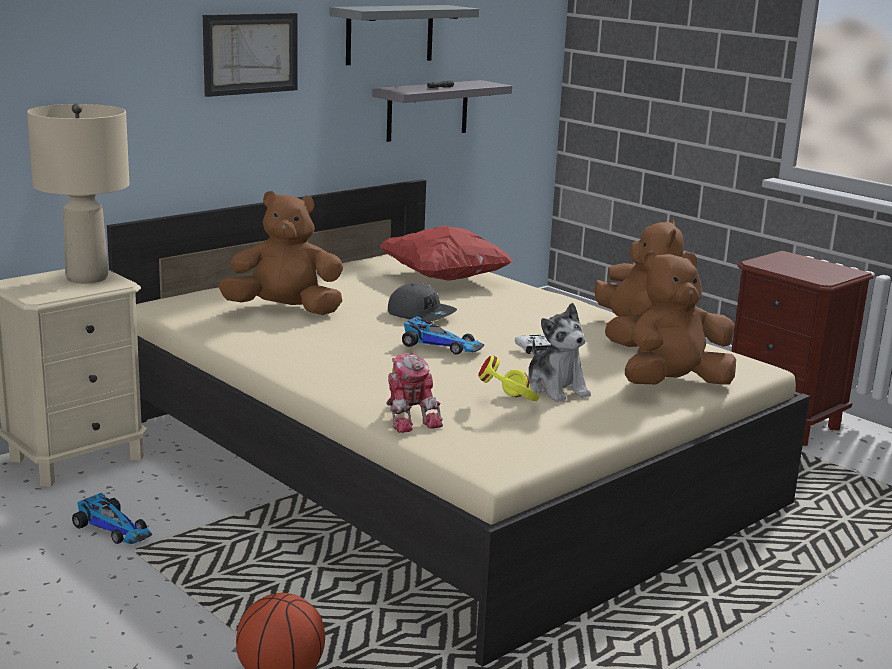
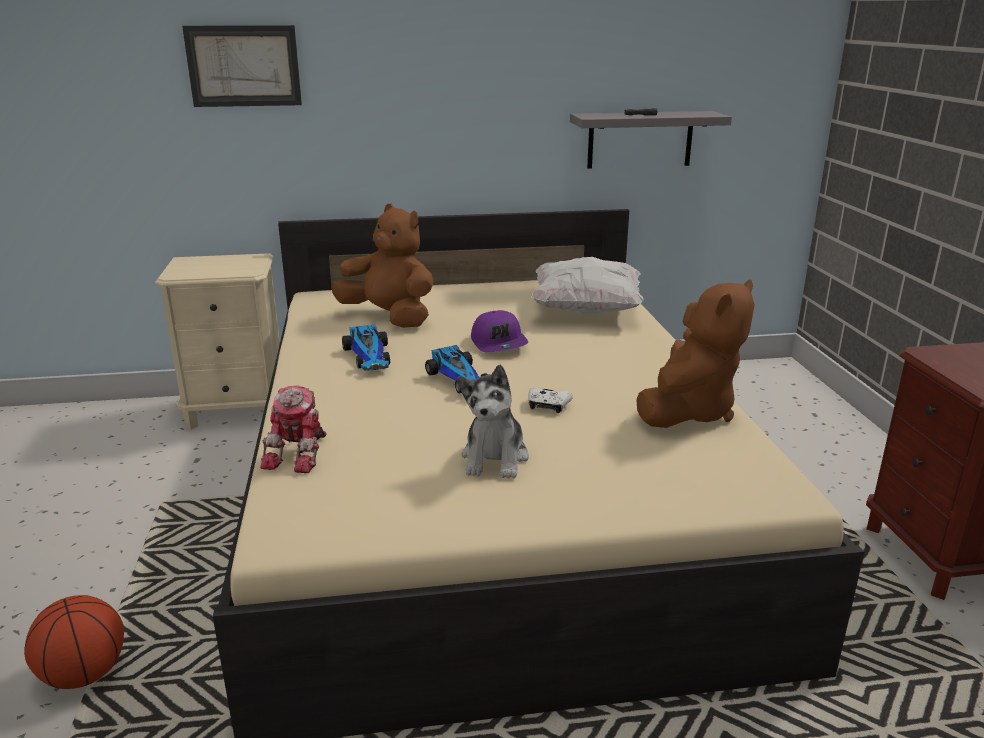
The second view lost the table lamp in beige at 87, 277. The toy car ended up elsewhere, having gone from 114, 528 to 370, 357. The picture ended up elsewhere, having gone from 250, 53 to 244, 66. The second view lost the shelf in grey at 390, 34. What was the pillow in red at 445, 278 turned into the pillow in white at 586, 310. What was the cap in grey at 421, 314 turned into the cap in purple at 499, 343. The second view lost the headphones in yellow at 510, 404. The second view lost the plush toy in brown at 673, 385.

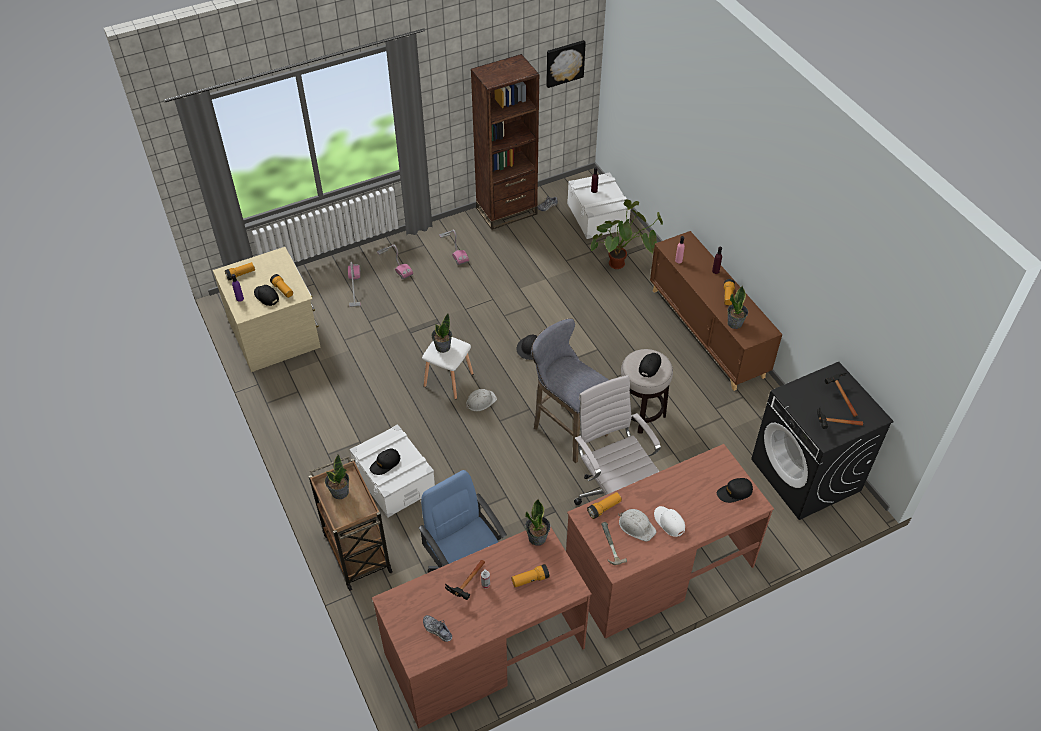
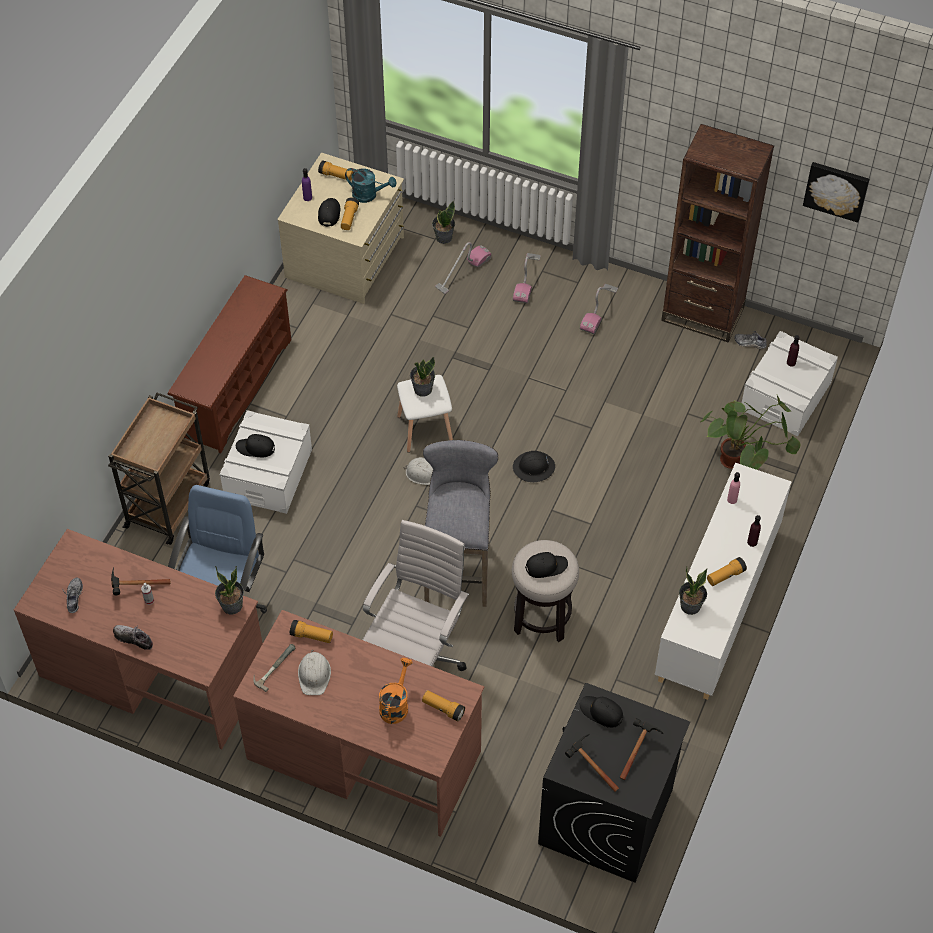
The potted plant ended up elsewhere, having gone from 339, 492 to 443, 237. The flashlight ended up elsewhere, having gone from 530, 579 to 443, 709. What was the cabinet in brown at 707, 333 turned into the cabinet in white at 717, 606. The second view lost the cap in white at 669, 522. The cap in black ended up elsewhere, having gone from 734, 492 to 601, 712. The second view gained the shoe at 133, 639. The second view gained the shoe rack in brown at 236, 387. The second view gained the watering can in turquoise at 369, 195. The second view gained the watering can in orange at 395, 704.

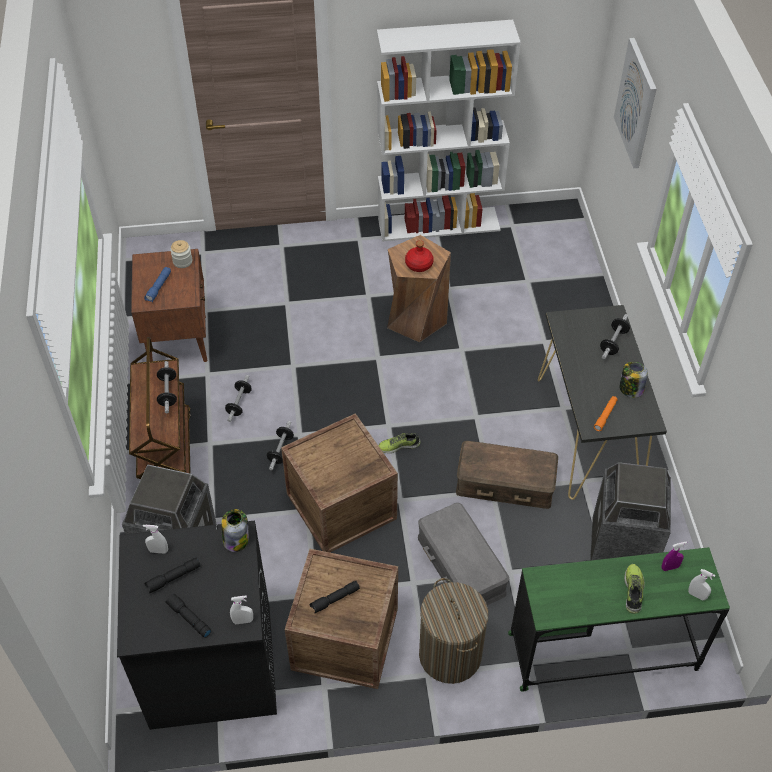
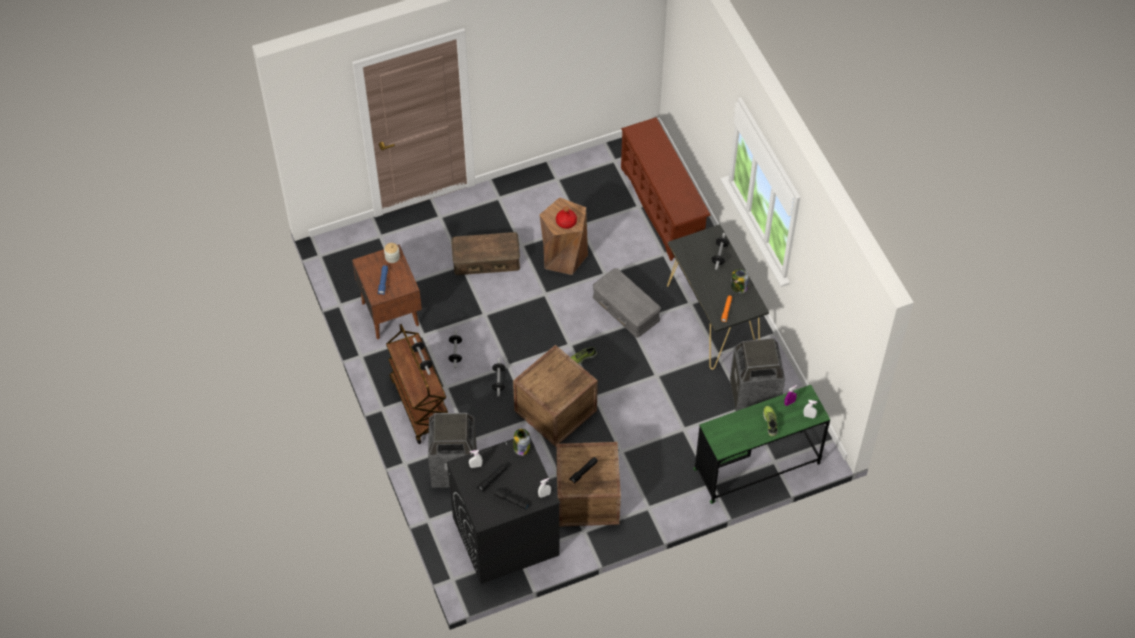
The second view lost the bookcase in white at 439, 224. The storage box in grey ended up elsewhere, having gone from 462, 565 to 626, 308. The second view lost the laundry basket at 450, 654. The storage box in brown ended up elsewhere, having gone from 505, 483 to 486, 260. The second view lost the picture at 636, 103. The second view gained the shoe rack in brown at 663, 208.

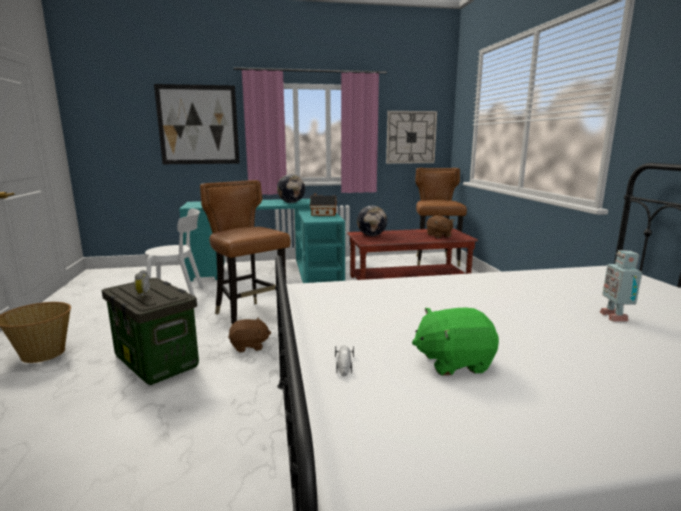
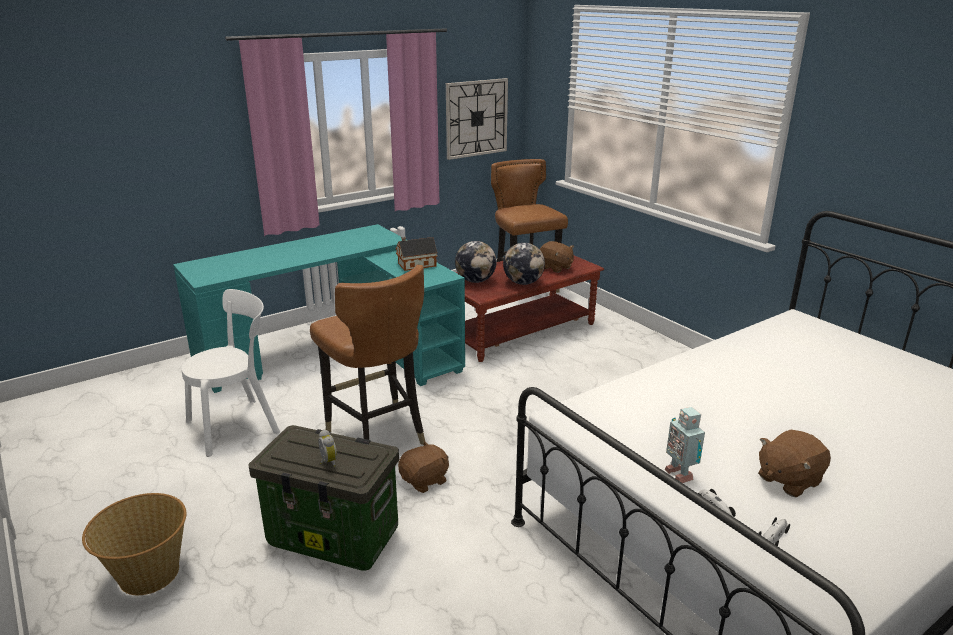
The second view lost the picture at 198, 125. The chair in brown at 249, 316 ended up facing another way, 150 degrees counterclockwise from before. The globe ended up elsewhere, having gone from 291, 202 to 523, 283. What was the plush toy in green at 453, 362 turned into the plush toy in brown at 788, 479. The toy robot ended up elsewhere, having gone from 615, 317 to 680, 474. The second view gained the toy car at 773, 536.

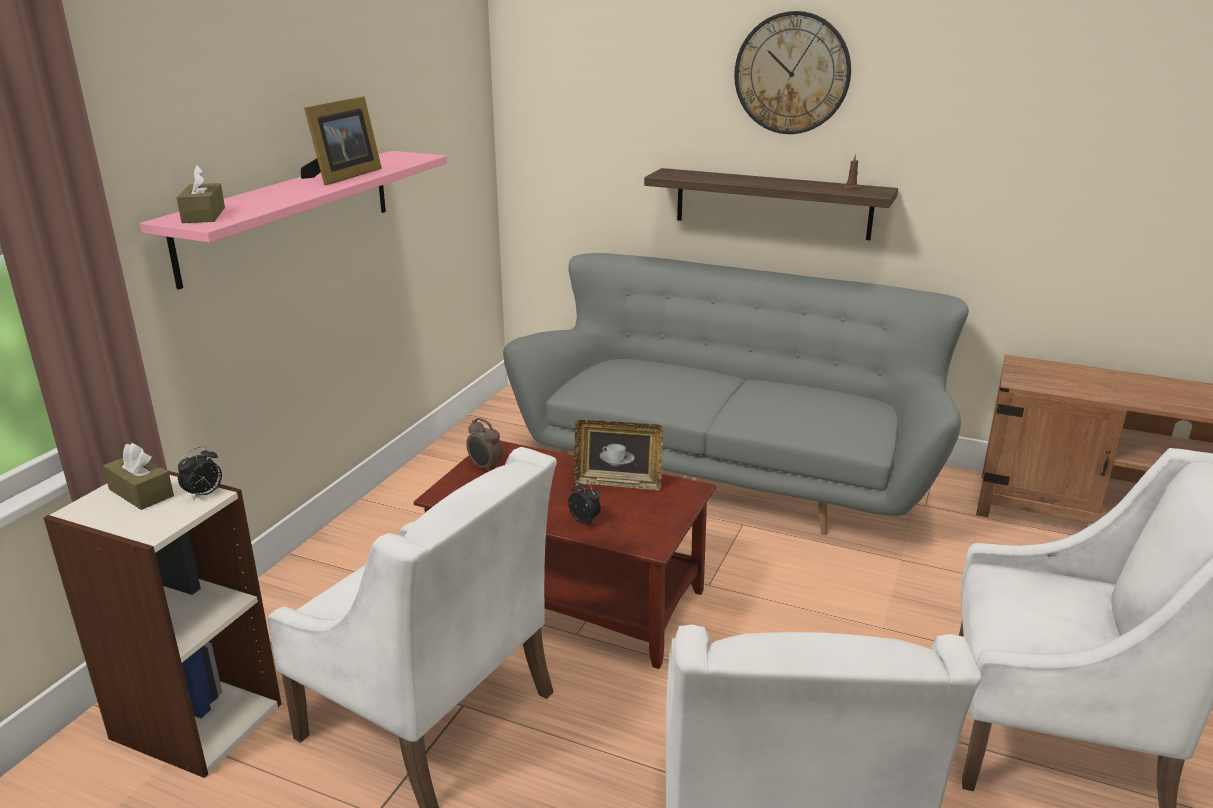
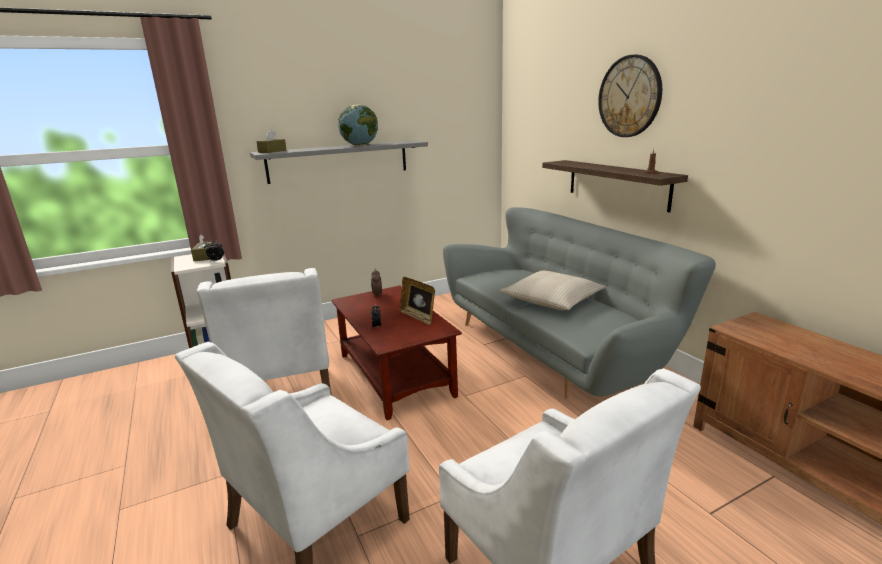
What was the shelf in pink at 289, 213 turned into the shelf in grey at 339, 161. Where the picture frame stood at 343, 176, the globe came to stand at 360, 145. The second view gained the pillow in beige at 552, 300.

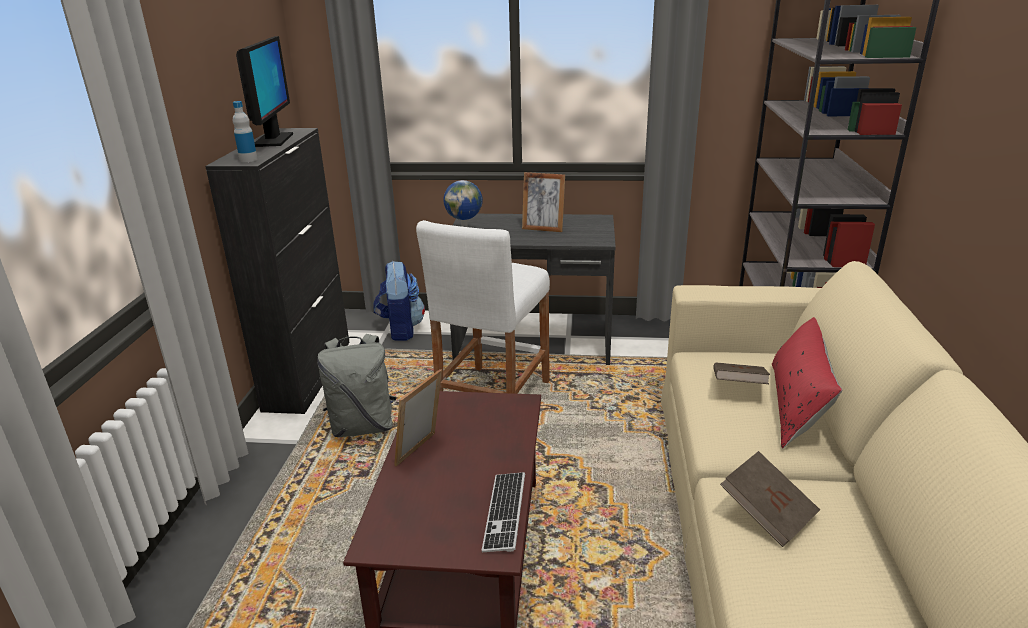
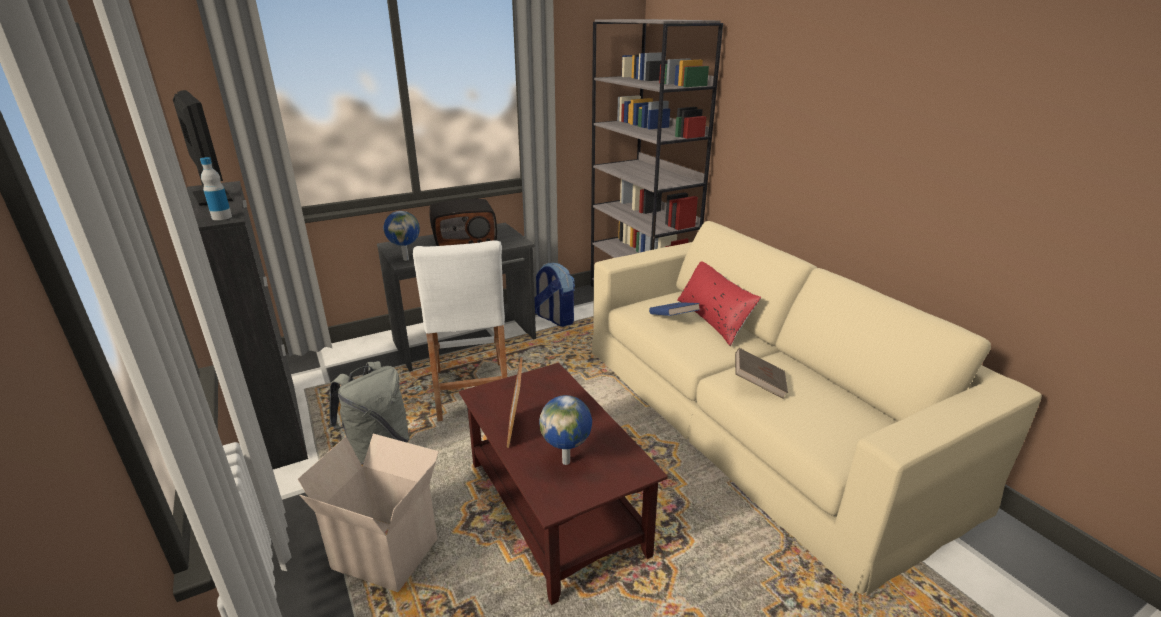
The backpack ended up elsewhere, having gone from 400, 329 to 554, 319. The second view lost the keyboard at 504, 512. Where the picture frame stood at 543, 228, the radio came to stand at 465, 242. What was the book in brown at 738, 387 turned into the book in blue at 673, 319. The second view gained the cardboard box at 388, 552. The second view gained the globe at 567, 461.

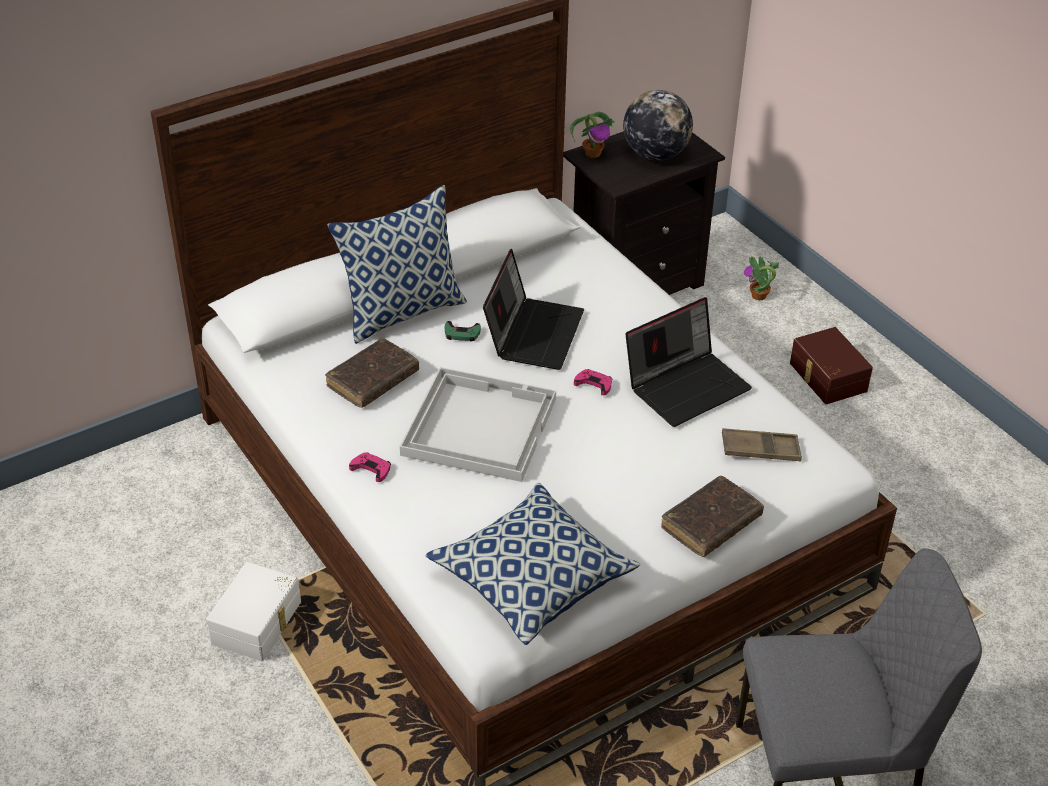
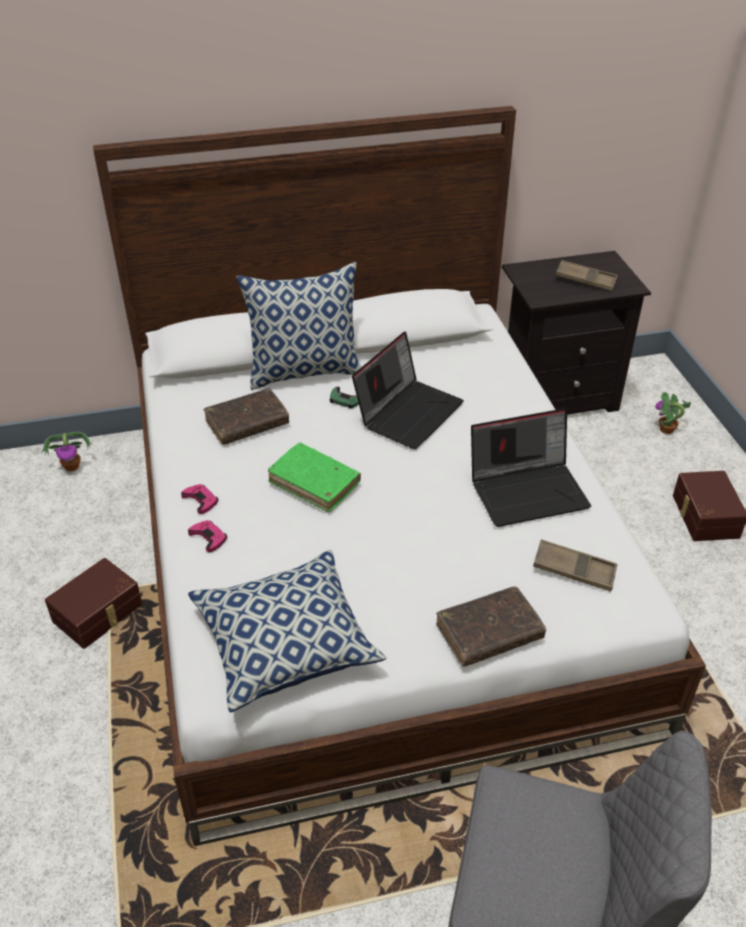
What was the storage box in white at 258, 623 turned into the storage box in brown at 99, 614. Where the tray in white stood at 478, 425, the book in green came to stand at 314, 483. The potted plant ended up elsewhere, having gone from 593, 153 to 72, 466. The game controller in pink ended up elsewhere, having gone from 594, 384 to 208, 537. Where the globe stood at 655, 155, the tray in brown came to stand at 585, 280.

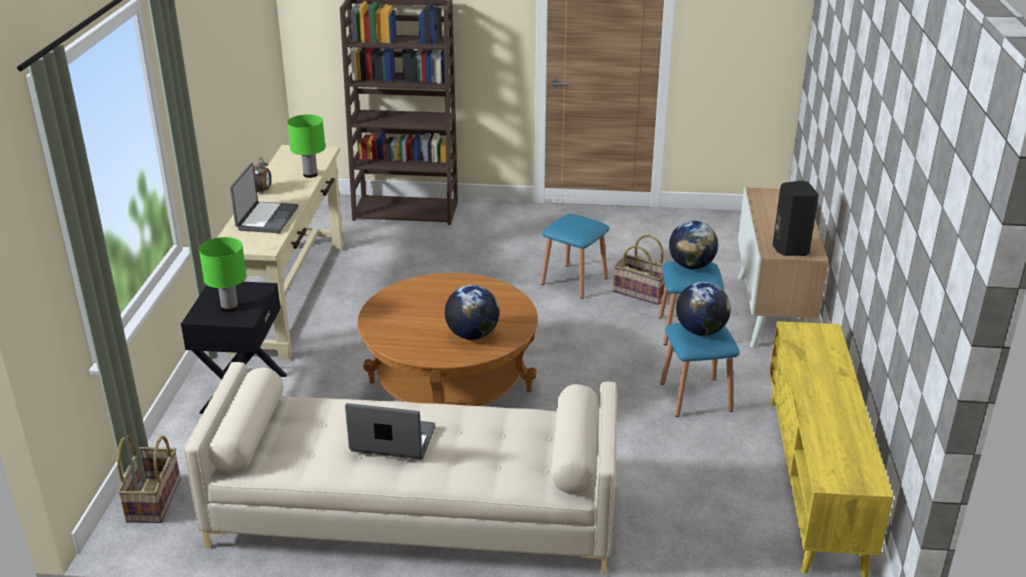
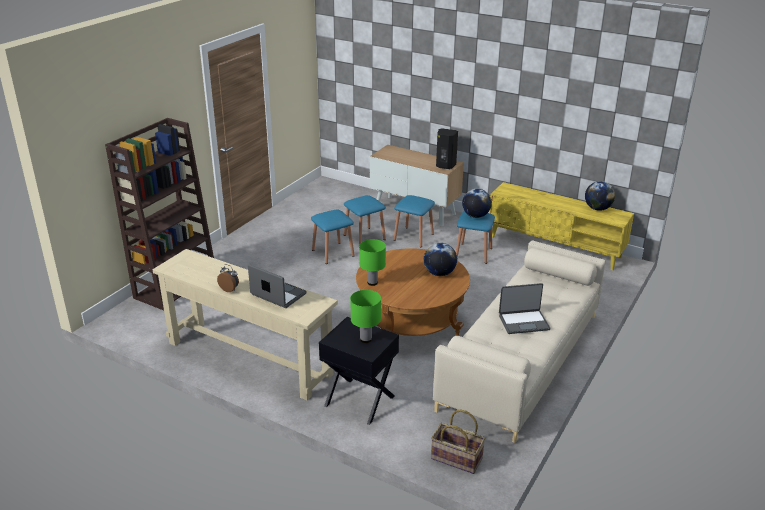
The table lamp in green ended up elsewhere, having gone from 310, 174 to 372, 282. The laptop at 392, 441 ended up facing another way, 135 degrees counterclockwise from before. Where the basket stood at 642, 292, the stool in blue came to stand at 364, 237. The globe ended up elsewhere, having gone from 691, 266 to 597, 208.

